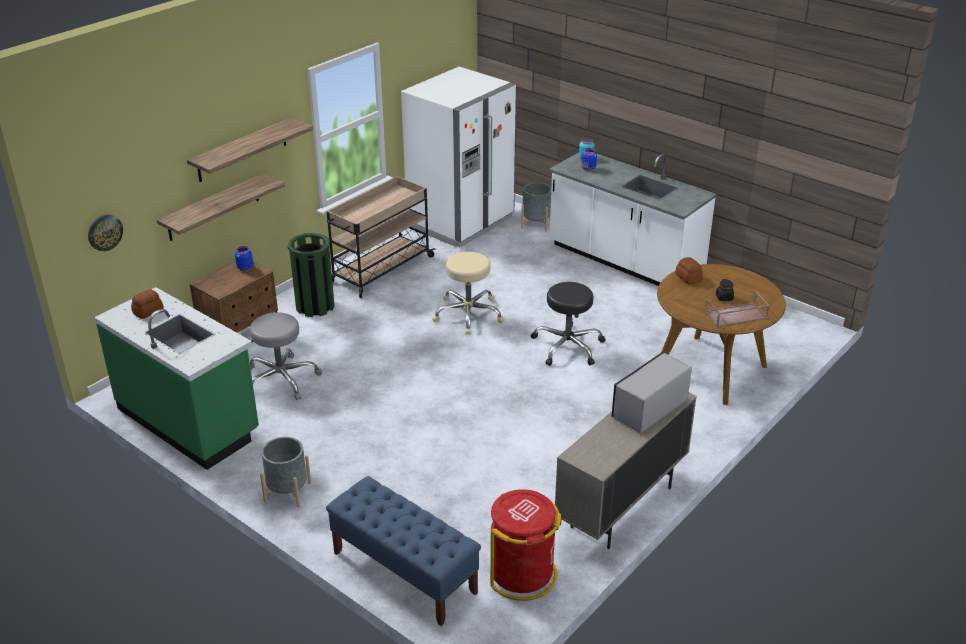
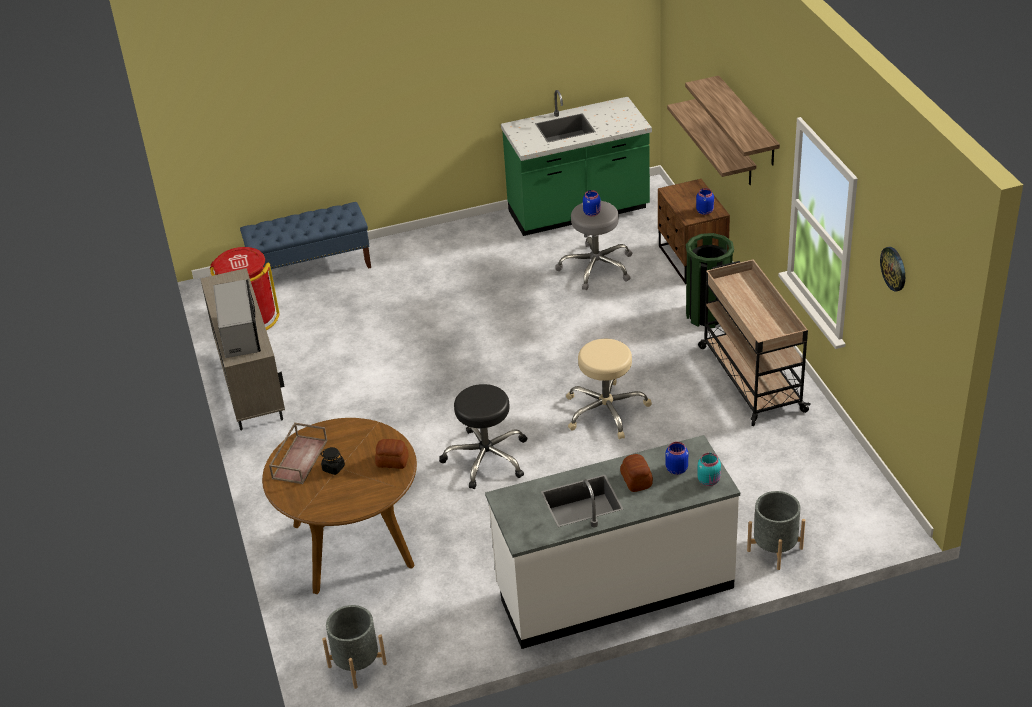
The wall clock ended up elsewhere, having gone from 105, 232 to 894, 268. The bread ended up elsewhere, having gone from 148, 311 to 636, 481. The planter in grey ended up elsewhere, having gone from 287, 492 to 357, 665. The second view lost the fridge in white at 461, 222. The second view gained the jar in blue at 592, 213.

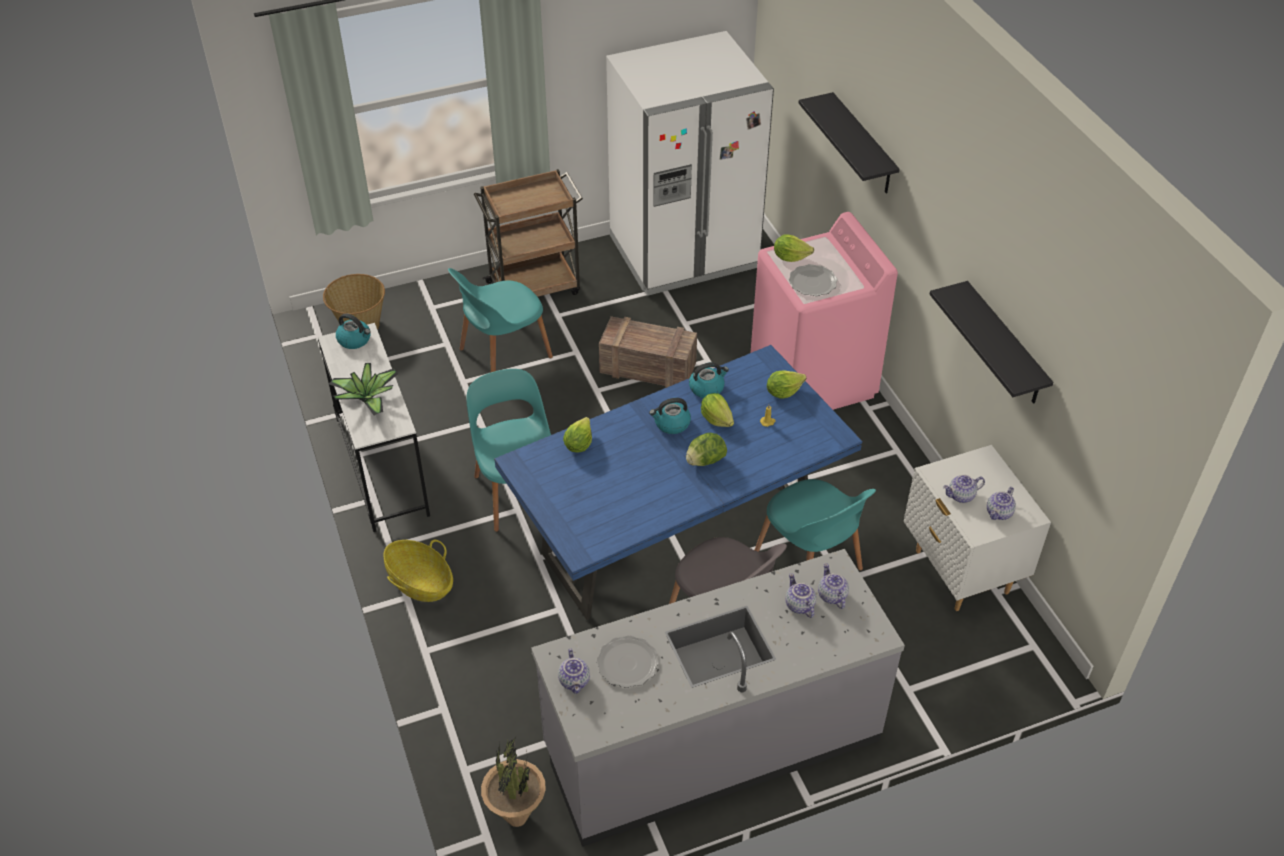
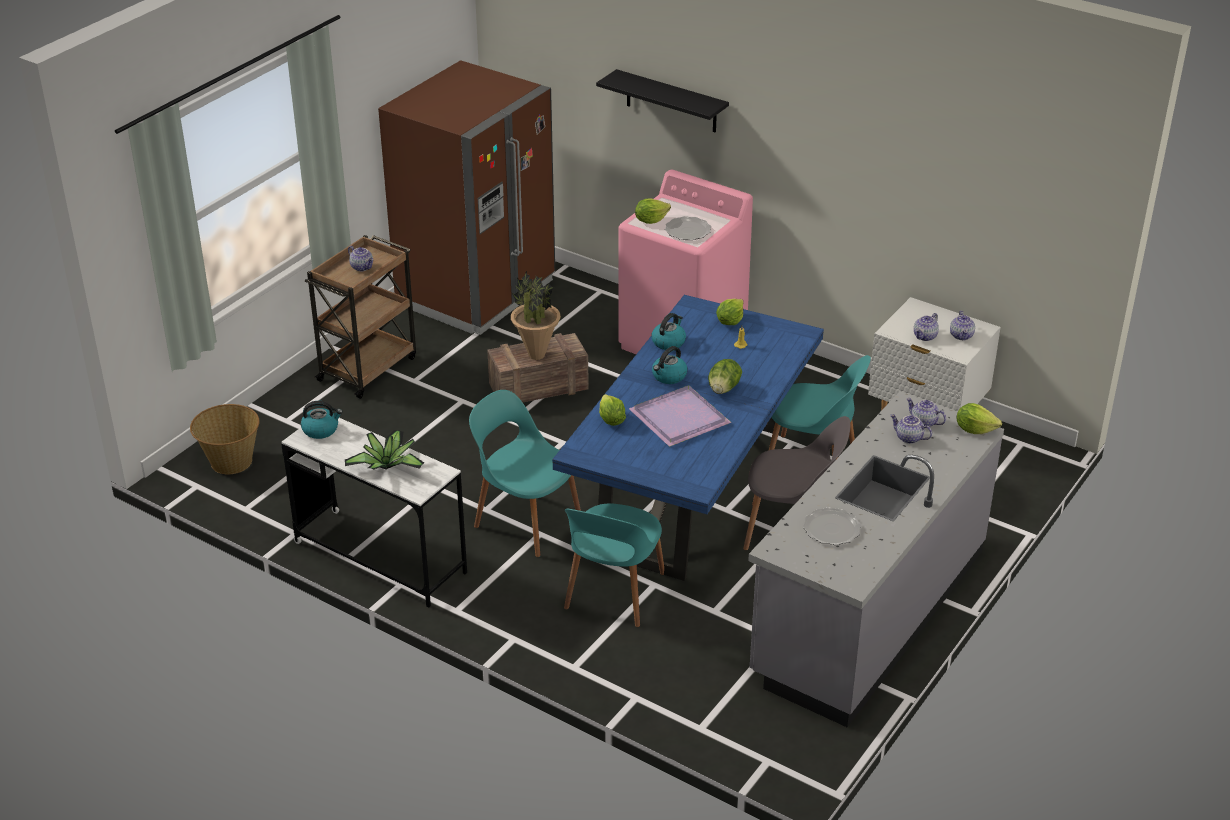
The second view lost the basket at 420, 583. The chair in turquoise ended up elsewhere, having gone from 503, 354 to 614, 593. The potted plant ended up elsewhere, having gone from 517, 817 to 536, 355. The teapot ended up elsewhere, having gone from 575, 681 to 362, 267. What was the fridge in white at 684, 253 turned into the fridge in brown at 476, 293. The lettuce ended up elsewhere, having gone from 716, 419 to 974, 429. The second view lost the shelf in black at 1004, 345. The second view gained the tray in purple at 679, 419.

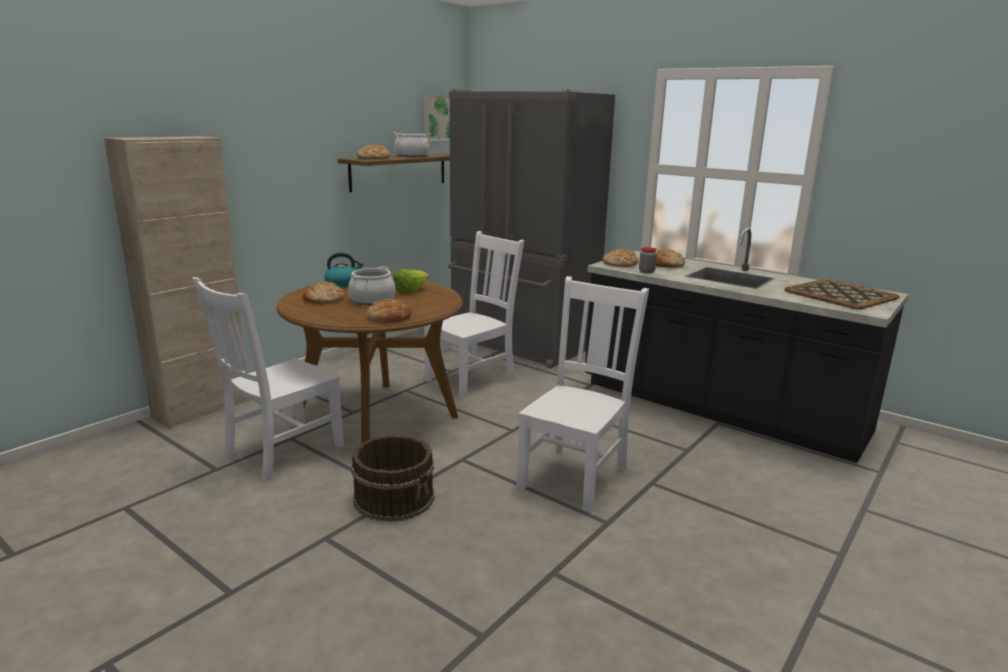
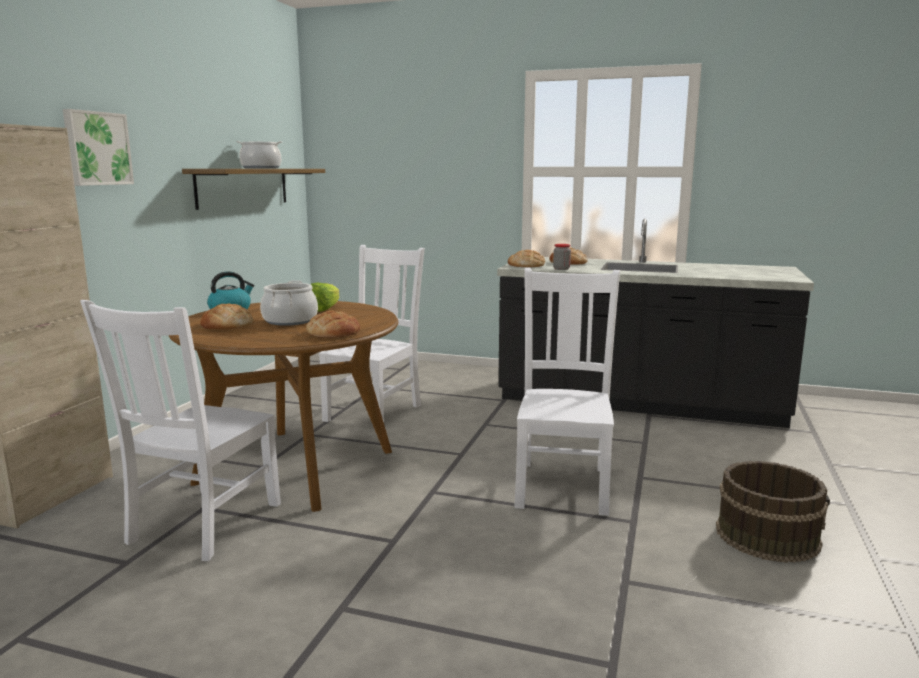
The bucket in brown ended up elsewhere, having gone from 395, 497 to 767, 535. The second view lost the bread at 373, 158. The picture ended up elsewhere, having gone from 439, 118 to 96, 148. The second view lost the fridge in grey at 520, 344. The second view lost the tray at 841, 295.

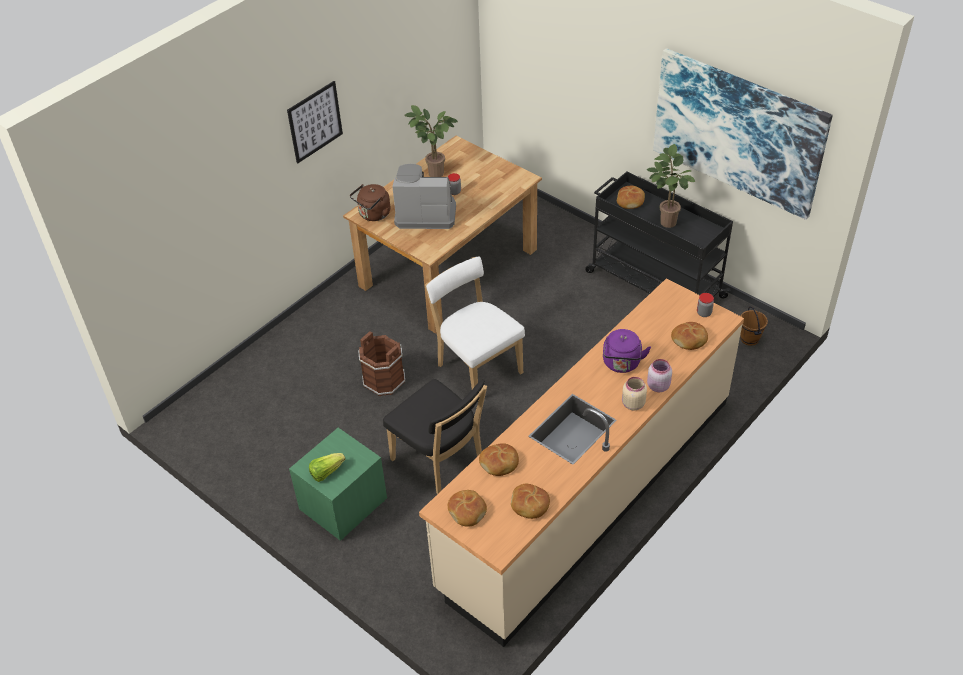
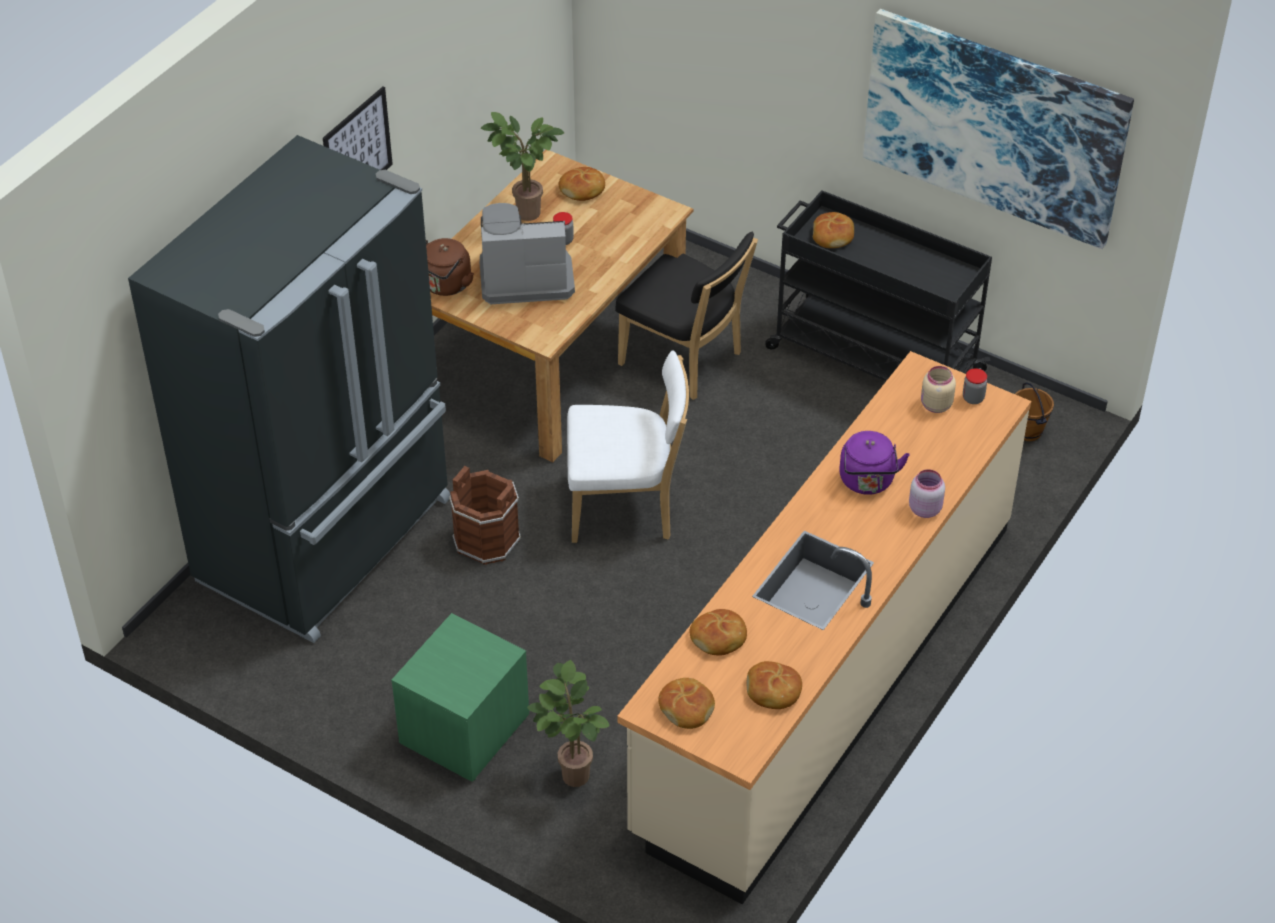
The second view lost the lettuce at 326, 472. The chair in black ended up elsewhere, having gone from 440, 461 to 685, 361. The chair in white at 477, 367 ended up facing another way, 135 degrees clockwise from before. The jar in beige ended up elsewhere, having gone from 632, 404 to 935, 405. The potted plant ended up elsewhere, having gone from 665, 221 to 571, 774. The bread ended up elsewhere, having gone from 689, 340 to 583, 190. The second view gained the fridge in black at 329, 540.

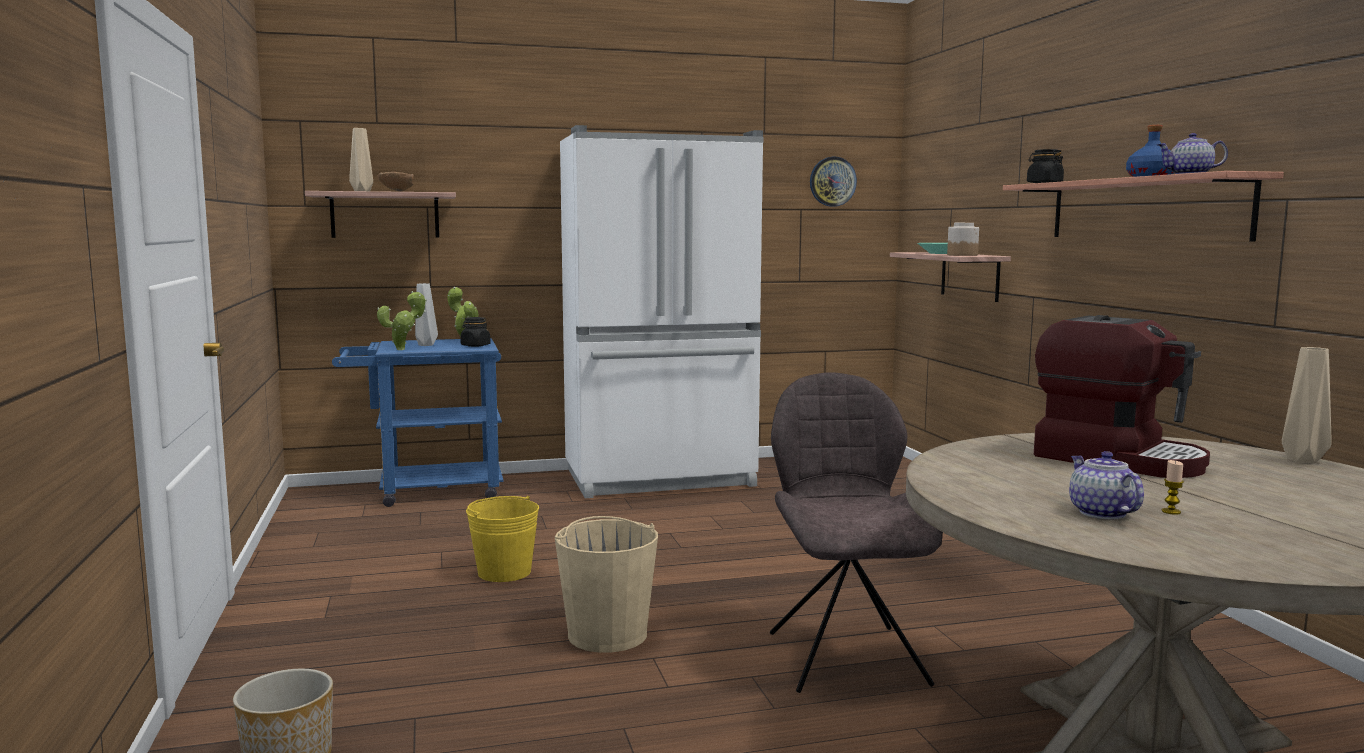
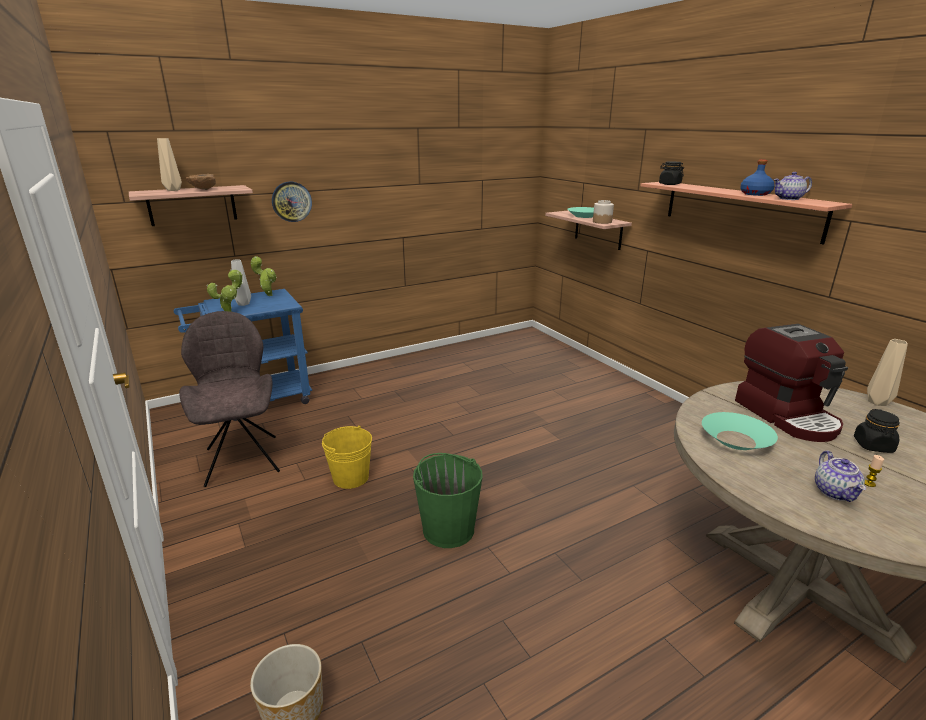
The jar in black ended up elsewhere, having gone from 475, 345 to 873, 446. What was the bucket in beige at 607, 634 turned into the bucket in green at 448, 529. The second view lost the fridge in white at 661, 479. The chair in grey ended up elsewhere, having gone from 845, 655 to 242, 458. The wall clock ended up elsewhere, having gone from 832, 181 to 291, 201. The coffee machine at 1118, 459 ended up facing another way, 45 degrees clockwise from before. The teapot at 1100, 513 ended up facing another way, 150 degrees counterclockwise from before. The second view gained the bowl in turquoise at 736, 440.

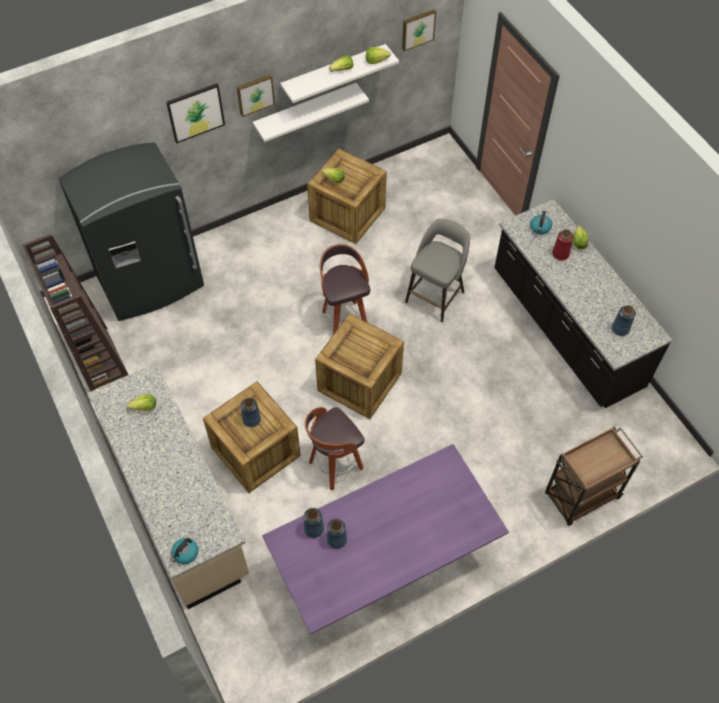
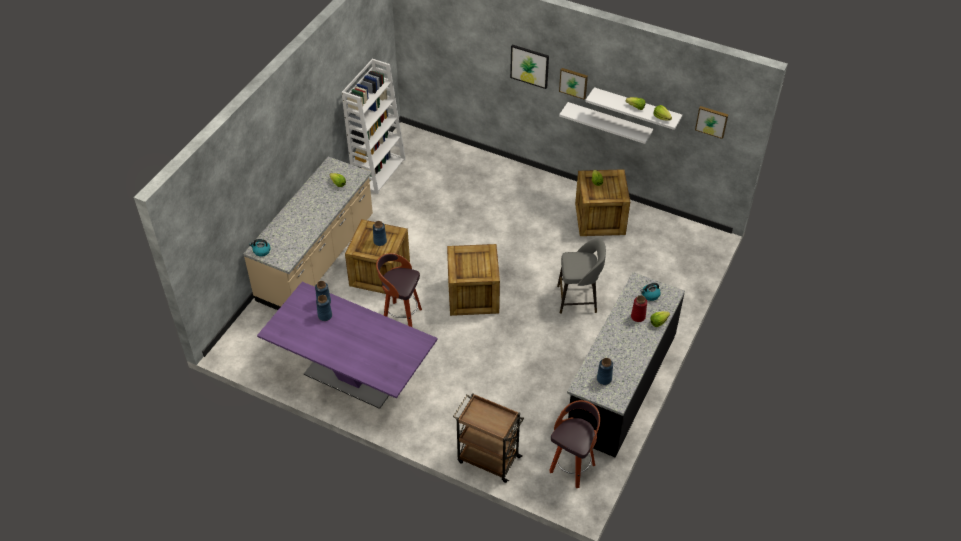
What was the bookcase in brown at 100, 363 turned into the bookcase in white at 379, 171. The second view lost the fridge in grey at 151, 283. The stool ended up elsewhere, having gone from 344, 319 to 572, 467.

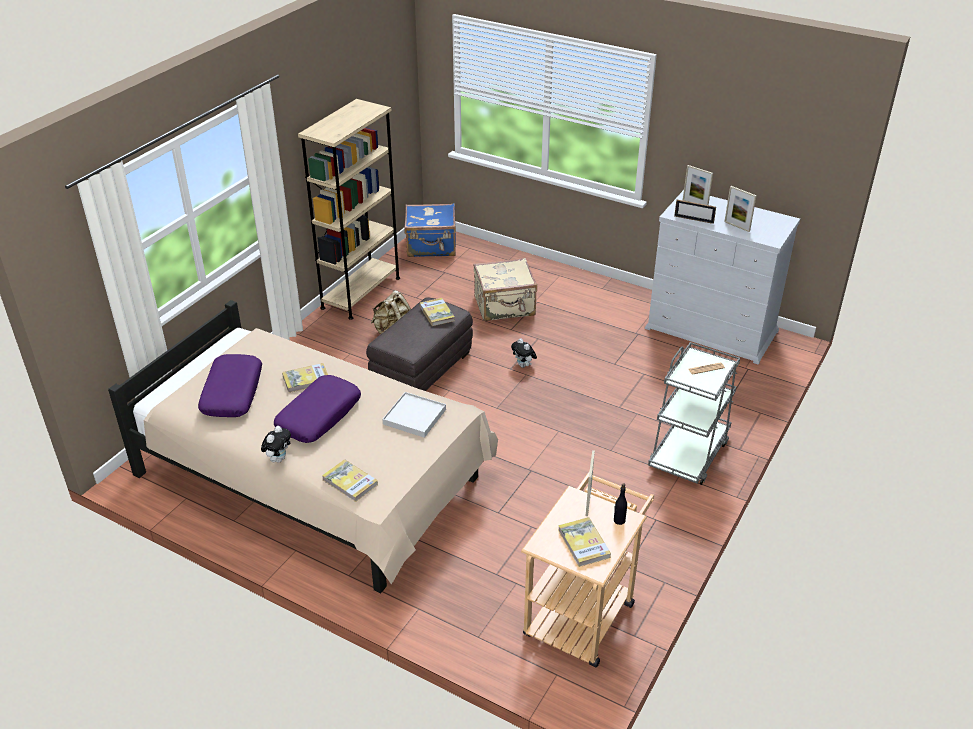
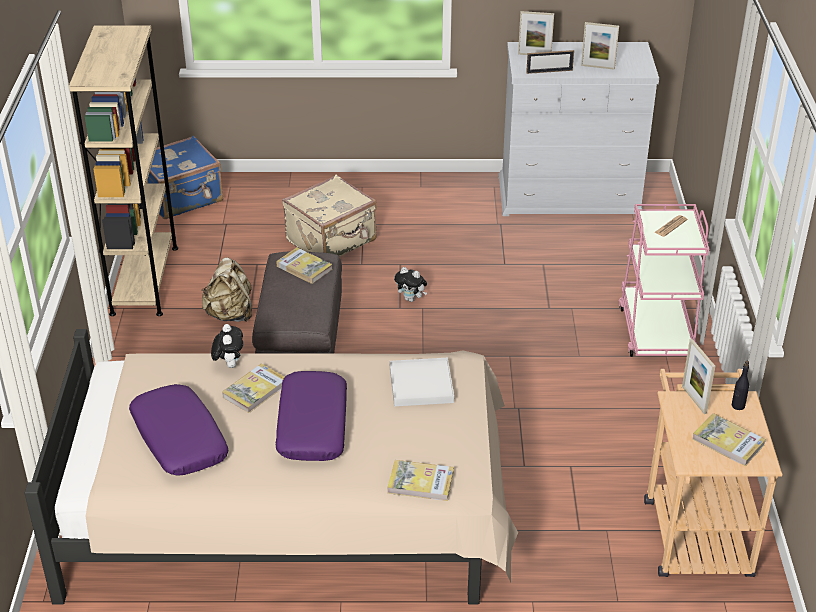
The plush toy ended up elsewhere, having gone from 278, 458 to 229, 364. What was the cart in grey at 688, 454 turned into the cart in pink at 656, 330.

